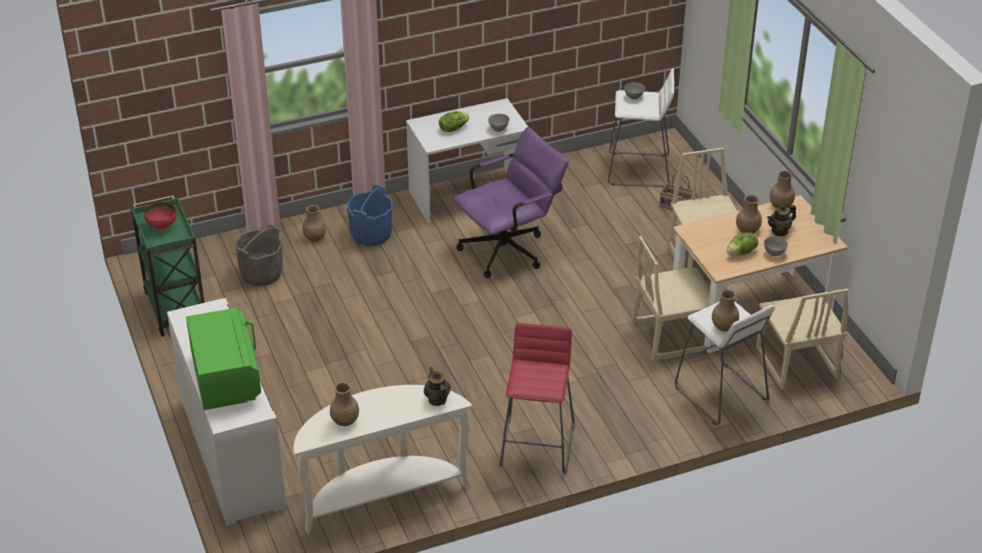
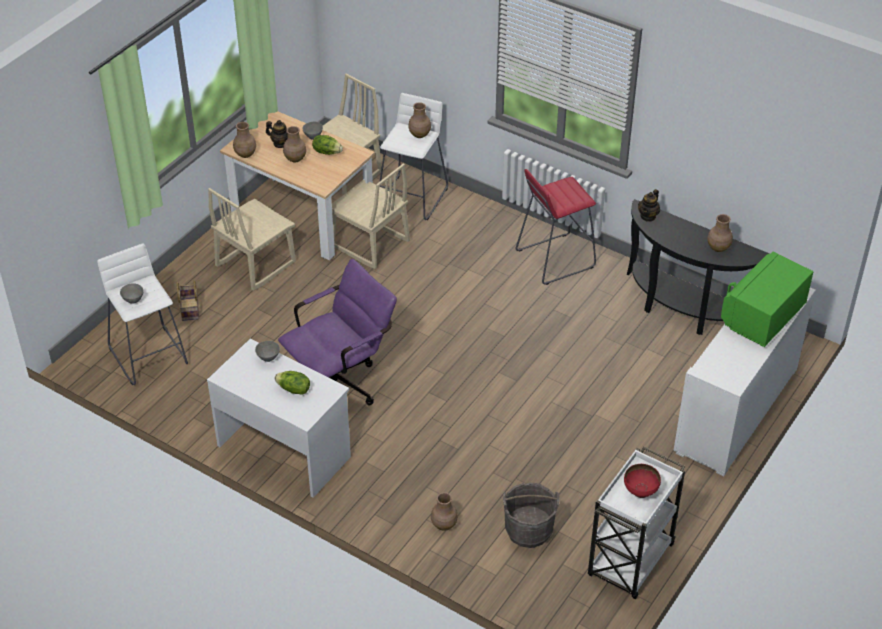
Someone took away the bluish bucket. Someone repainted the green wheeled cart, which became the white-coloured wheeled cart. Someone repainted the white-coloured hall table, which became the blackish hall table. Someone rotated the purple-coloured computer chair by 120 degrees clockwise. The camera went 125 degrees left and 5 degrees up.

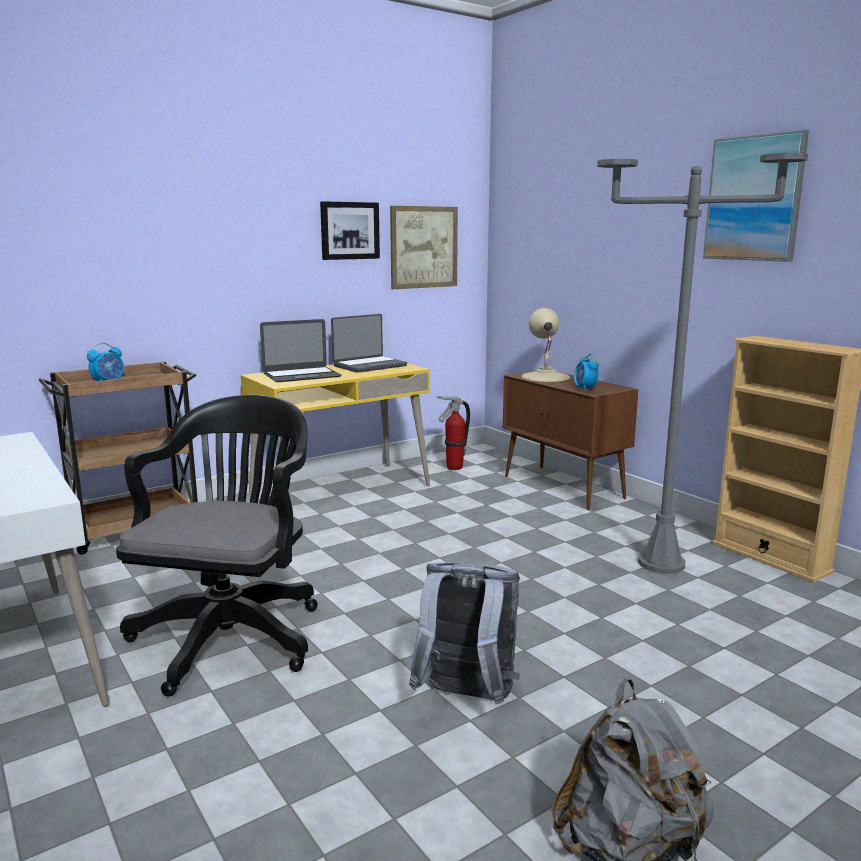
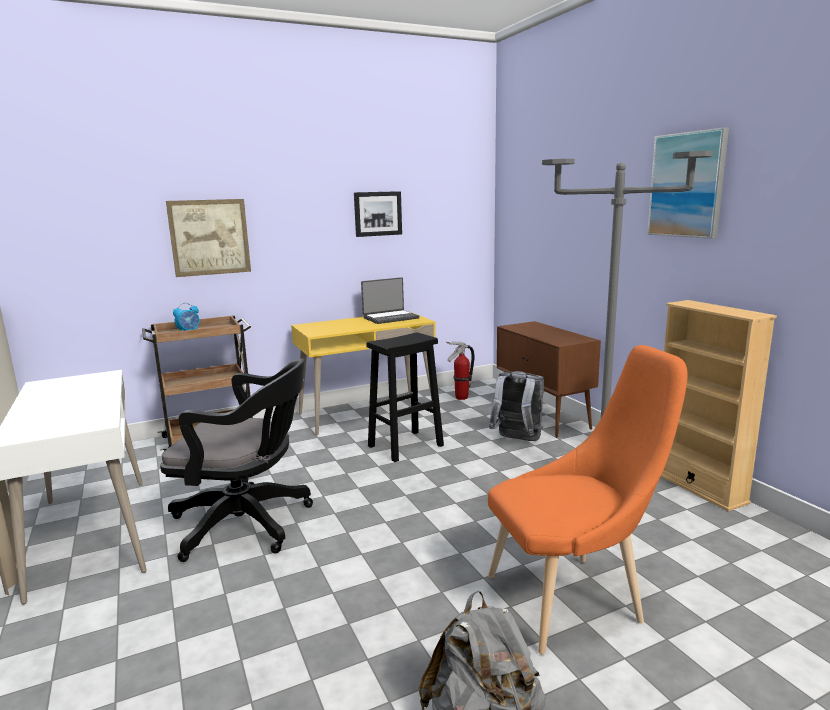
Someone took away the portable computer (no. 1 from left). Someone took away the sand-coloured lamp for a table. Someone took away the table clock (no. 2 from left). Someone put down the blackish sitting stool. Someone put down the orangey chair. Someone carried the wall picture (no. 2 from left in the first image). Someone carried the gray backpack (no. 1 from left in the first image). Someone rotated the blackish computer chair by 75 degrees clockwise. The camera went 10 degrees right and 0 degrees up.

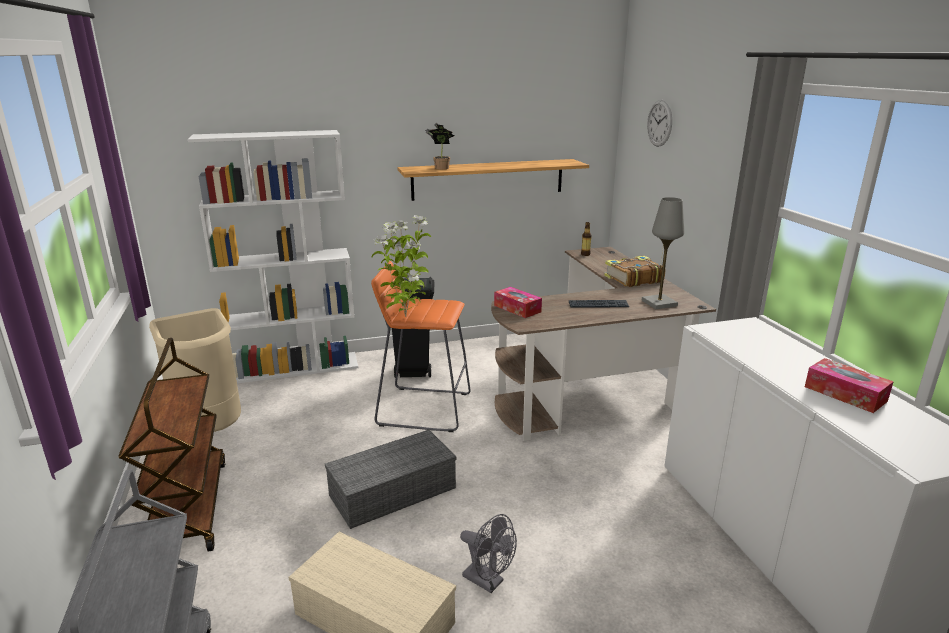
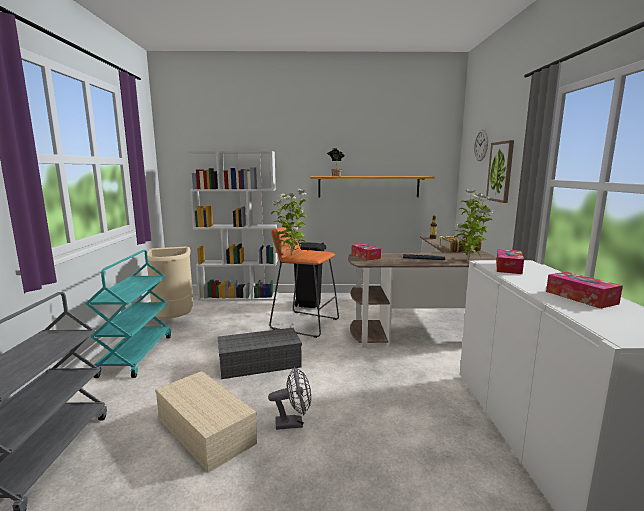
Someone put up the wall picture. Someone put down the tissue holder (no. 2 from left). Someone swapped the gray lamp for a table for the houseplant (no. 3 from left). Someone repainted the brownish wheeled cart, which became the turquoise wheeled cart. Someone rotated the gray cooling fan by 60 degrees counterclockwise. The camera went 15 degrees right and 10 degrees down.

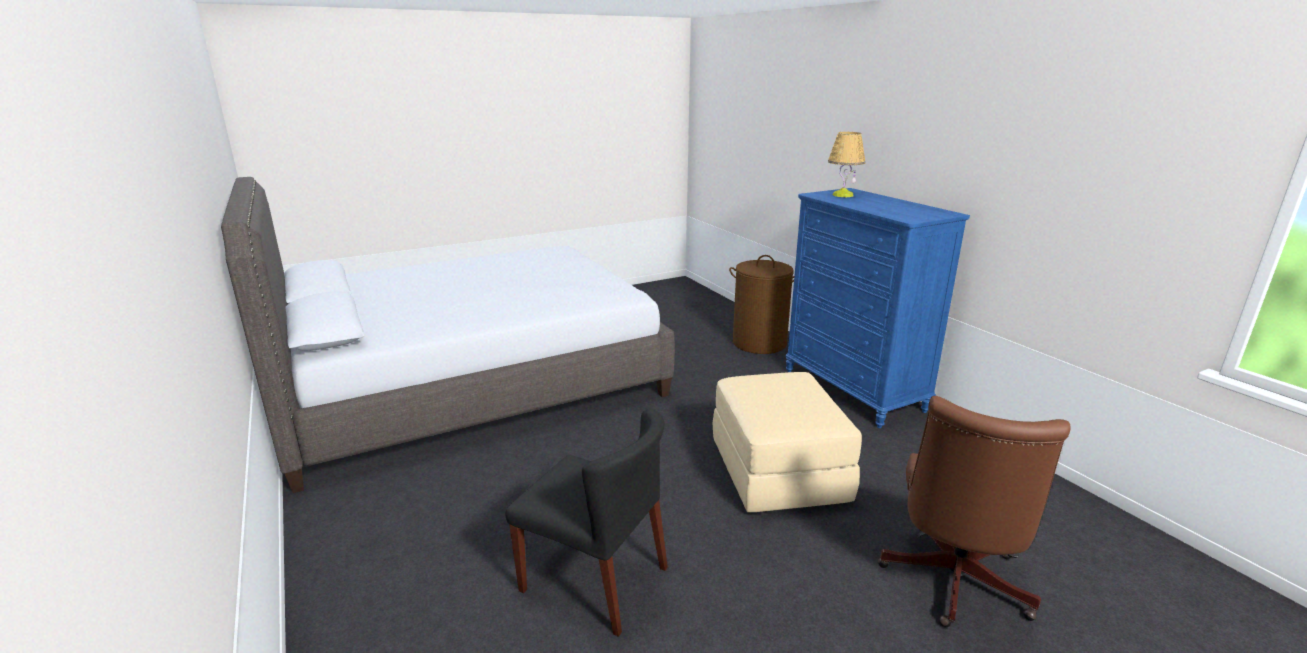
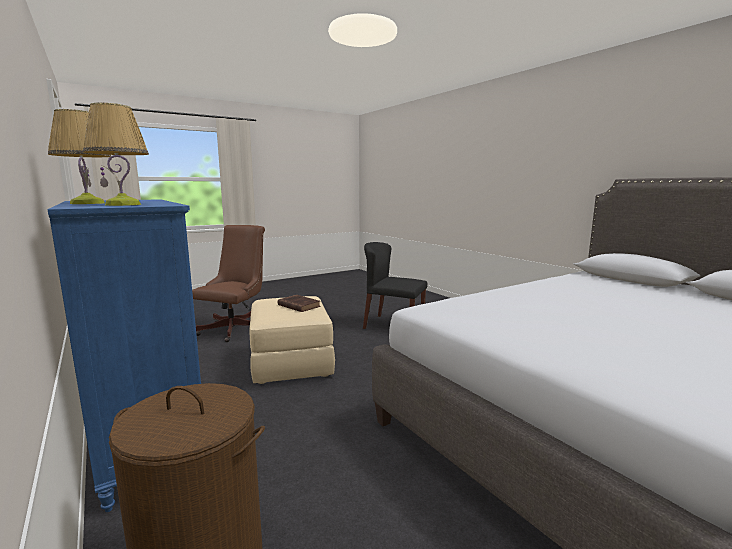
Someone put down the lamp for a table (no. 1 from left). Someone put down the brownish book. The camera went 175 degrees right and 10 degrees down.

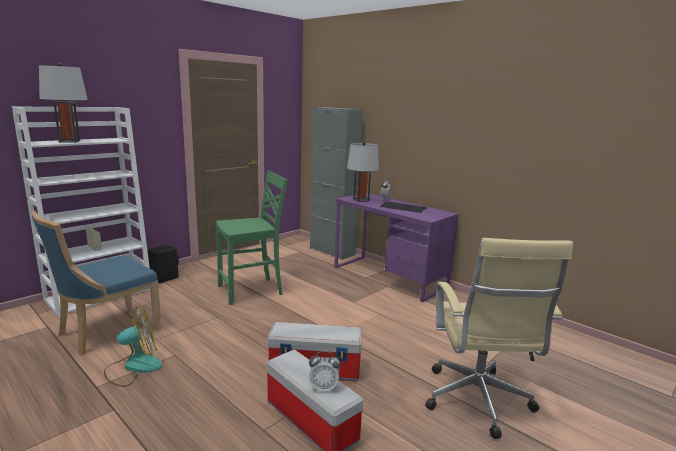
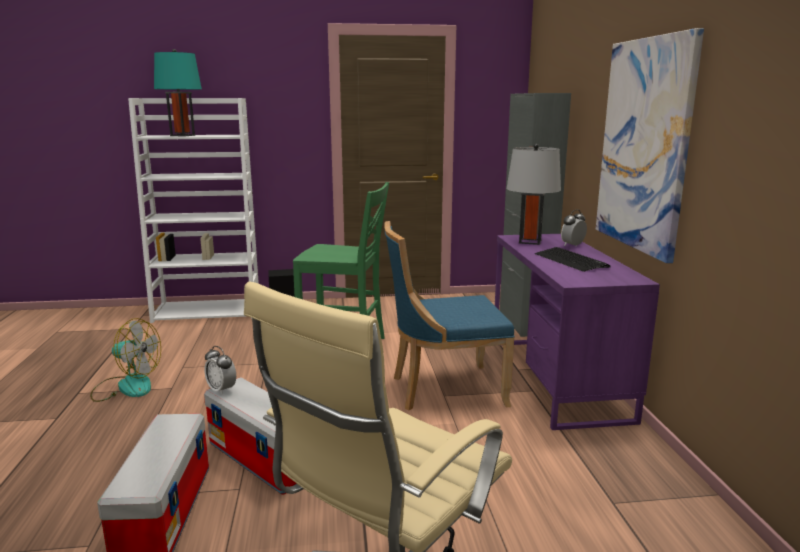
Someone put up the wall picture. Someone carried the bluish chair. Someone carried the table clock (no. 1 from left). Someone repainted the gray lamp for a table (no. 1 from left), which became the turquoise lamp for a table. The camera went 40 degrees right and 0 degrees up.

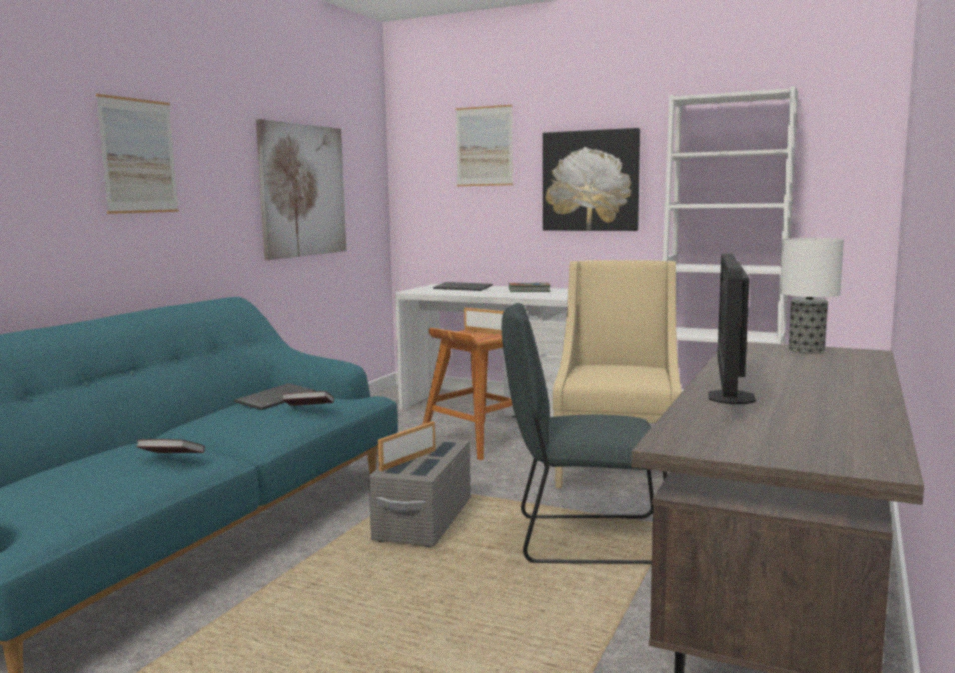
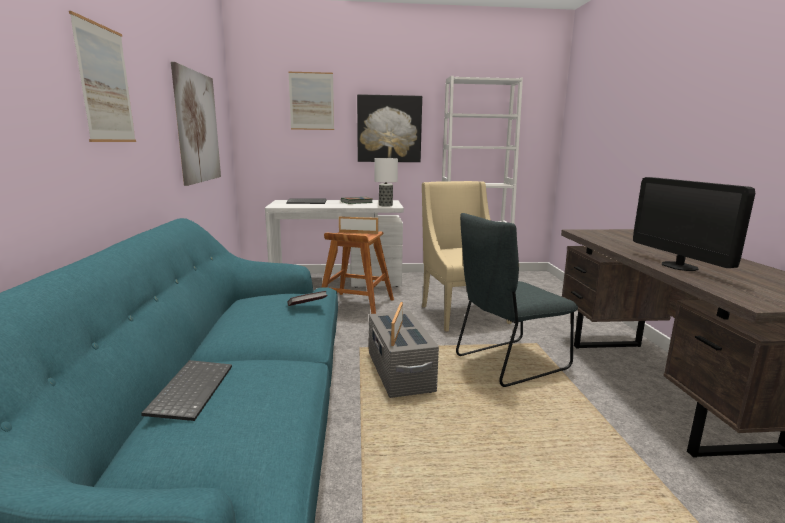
Someone took away the book (no. 1 from left). Someone carried the PC keyboard (no. 1 from left). Someone carried the lamp for a table. The camera went 30 degrees left and 5 degrees up.

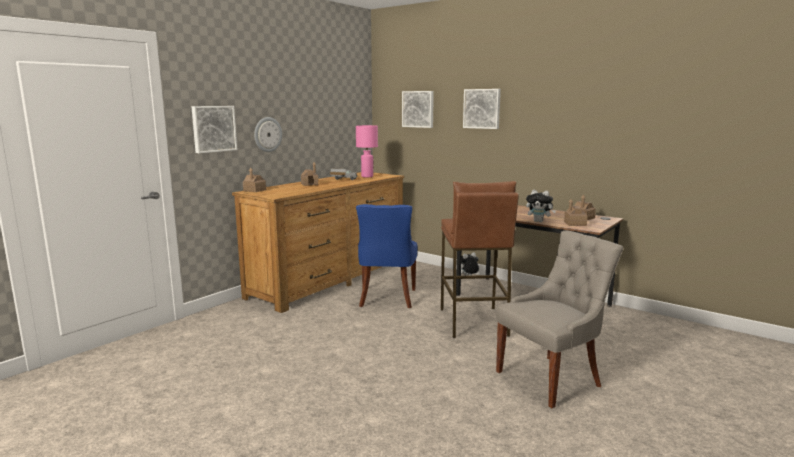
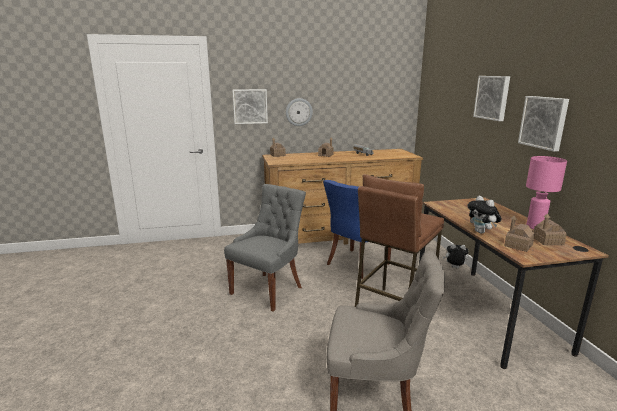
Someone put down the gray chair (no. 1 from left). Someone carried the pink lamp for a table. Someone carried the wall picture (no. 2 from left in the first image). The camera went 40 degrees right and 5 degrees up.

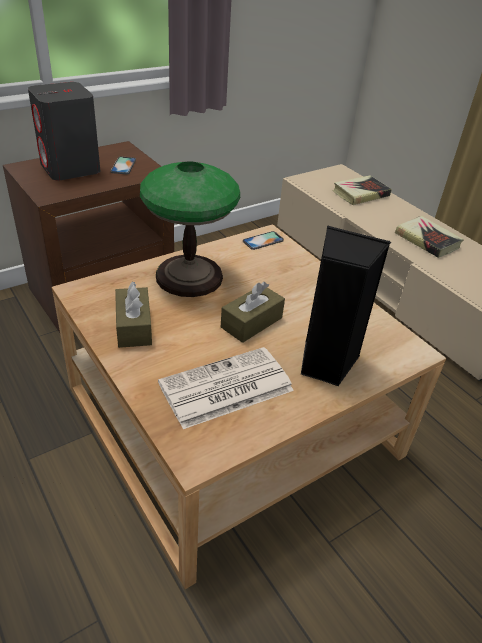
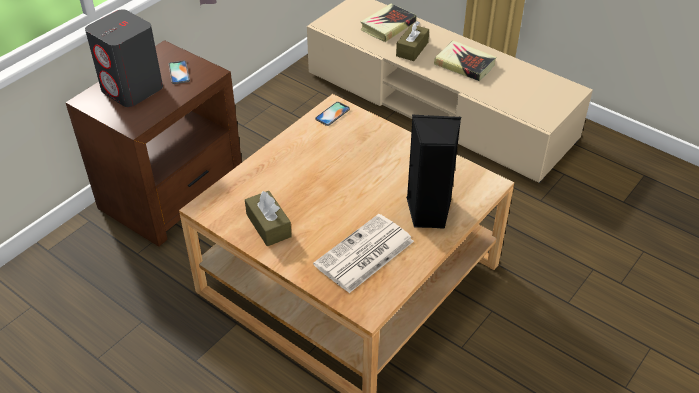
Someone took away the lamp for a table. Someone carried the brownish tissue holder (no. 2 from left). The camera went 15 degrees left and 5 degrees up.

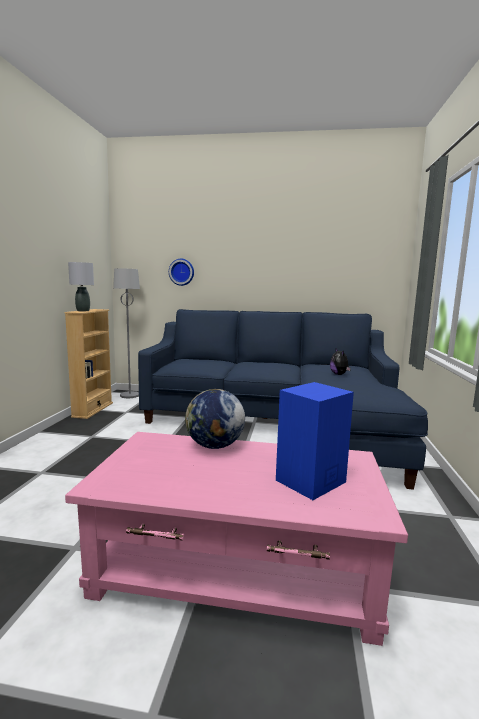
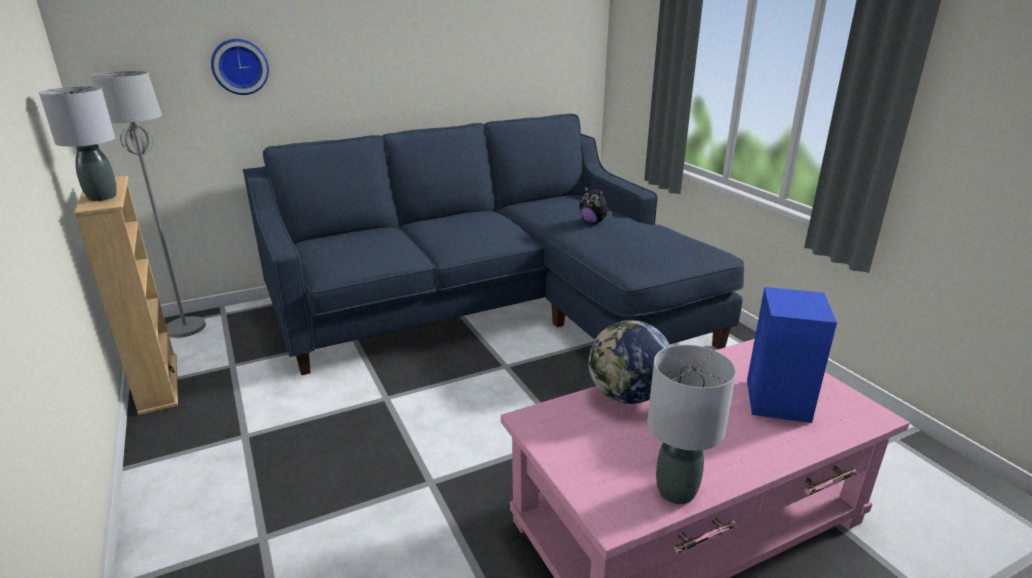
Someone put down the gray lamp for a table (no. 2 from left). The camera went 35 degrees left and 15 degrees up.

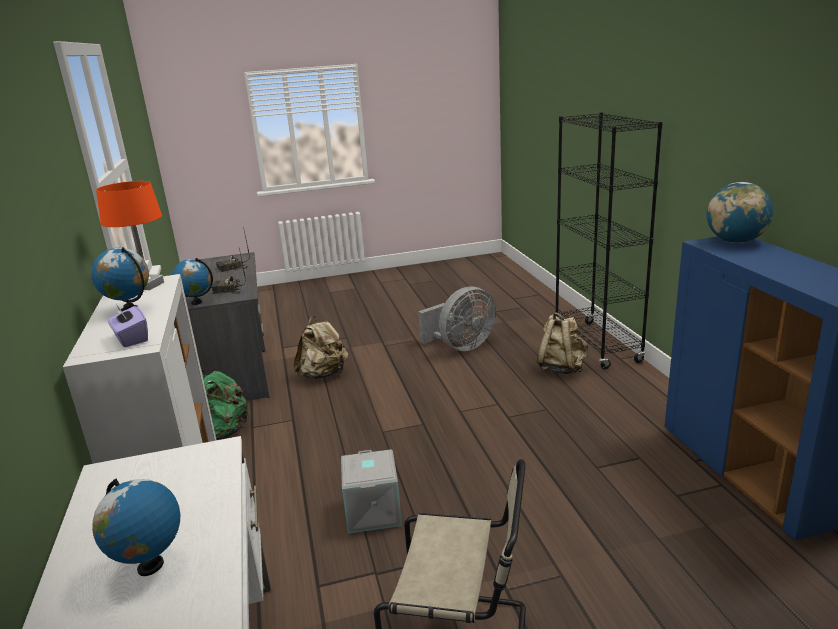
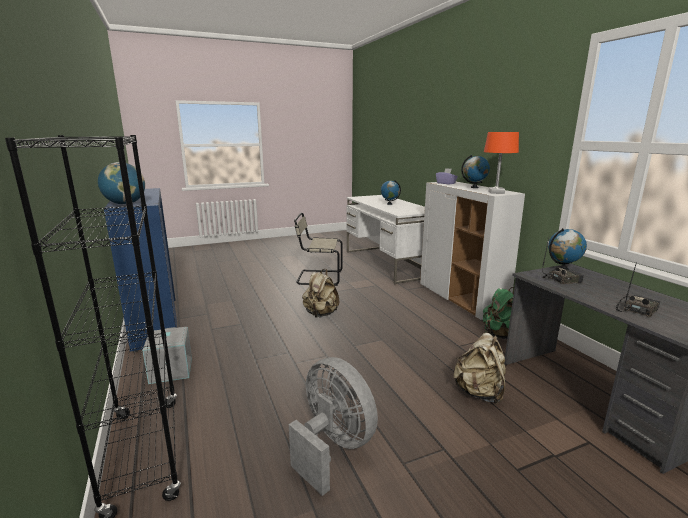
Someone carried the gray storage bin. Someone carried the sand-coloured backpack (no. 2 from left in the first image). Someone rotated the gray cooling fan by 90 degrees clockwise. The camera went 170 degrees right and 5 degrees down.

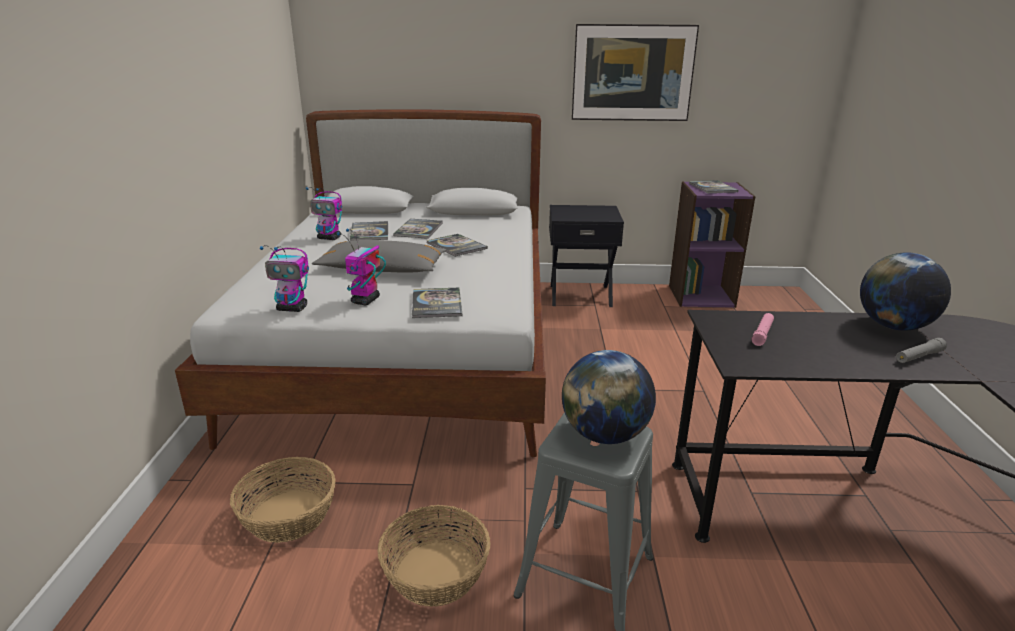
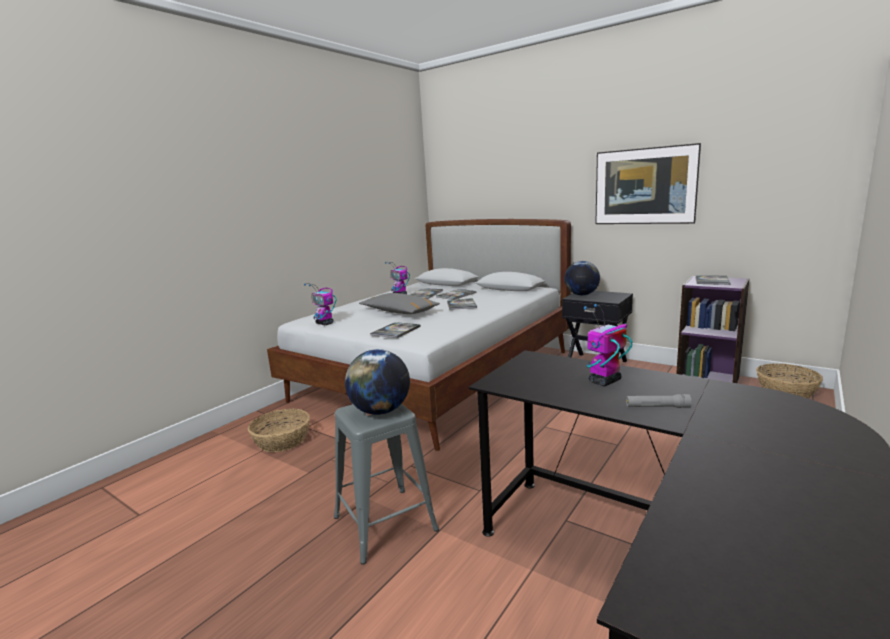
Someone took away the pink flashlight. Someone carried the robot figure (no. 3 from left). Someone carried the storage basket (no. 2 from left). Someone carried the world globe (no. 2 from left). The camera went 35 degrees right and 10 degrees down.

